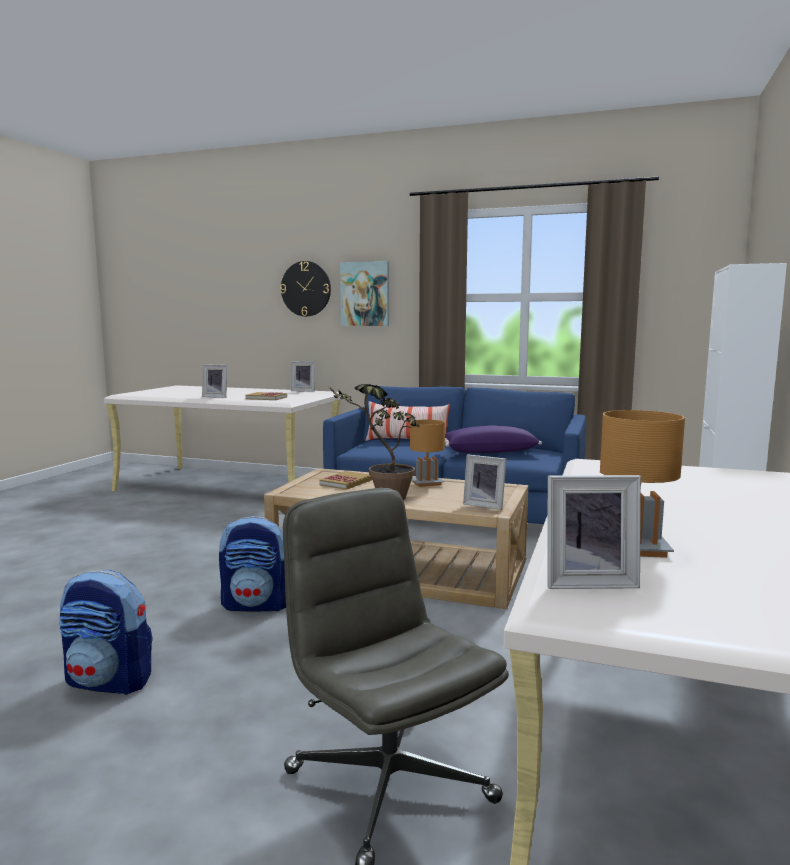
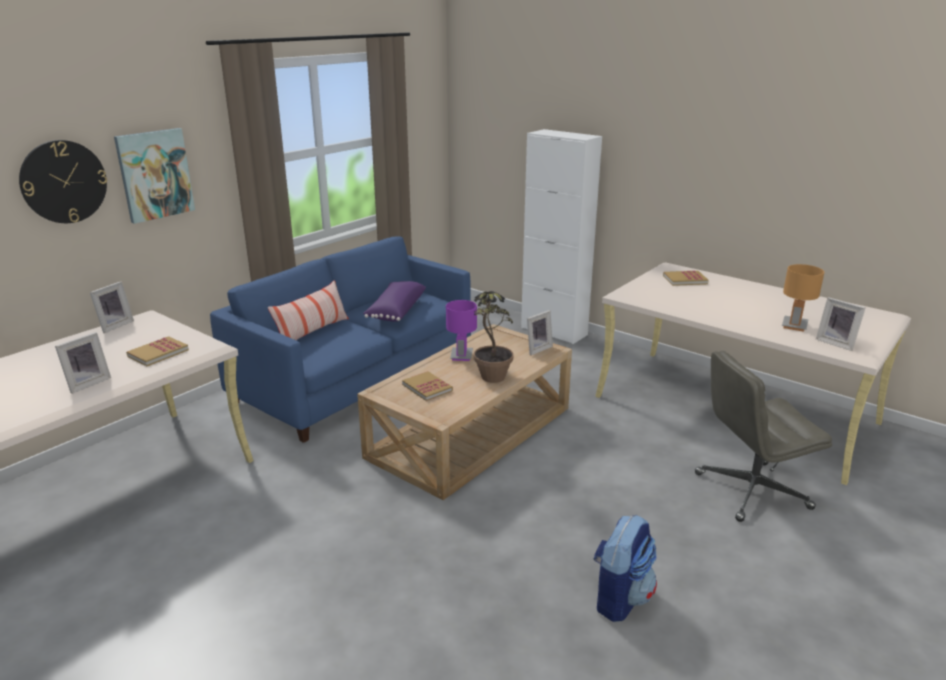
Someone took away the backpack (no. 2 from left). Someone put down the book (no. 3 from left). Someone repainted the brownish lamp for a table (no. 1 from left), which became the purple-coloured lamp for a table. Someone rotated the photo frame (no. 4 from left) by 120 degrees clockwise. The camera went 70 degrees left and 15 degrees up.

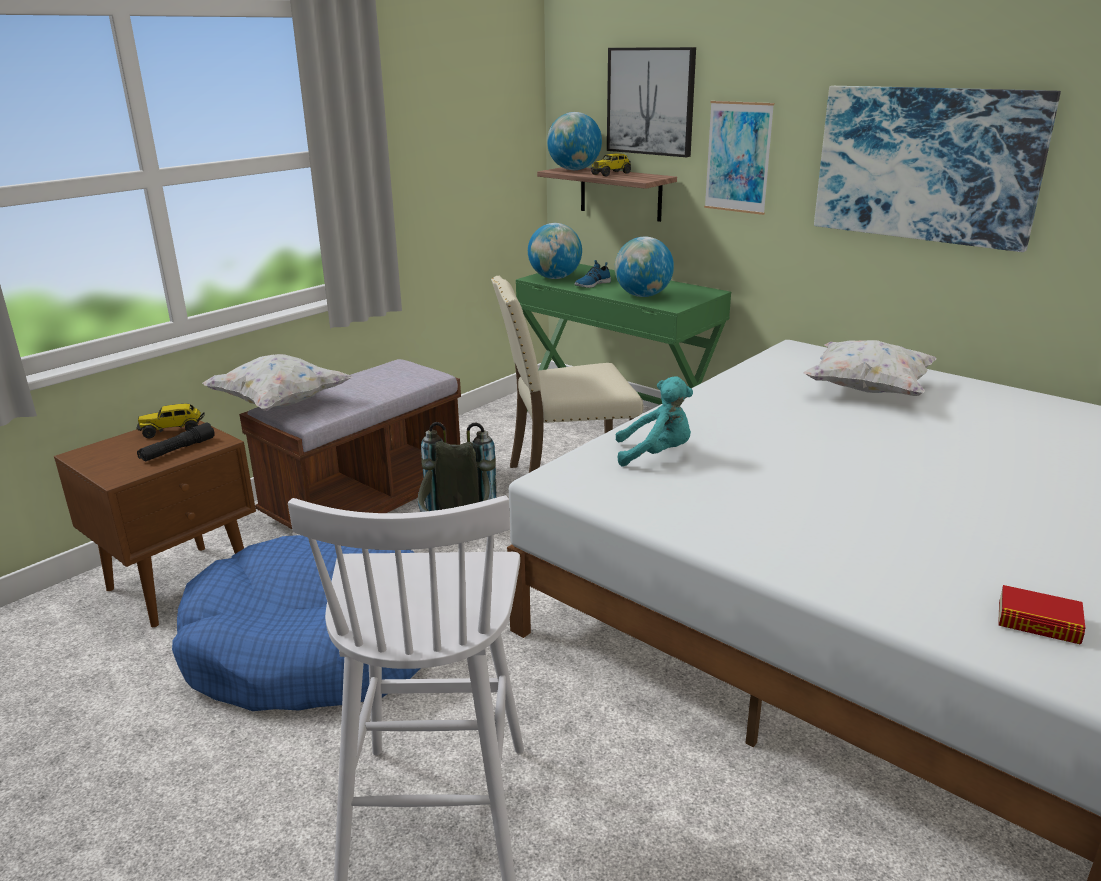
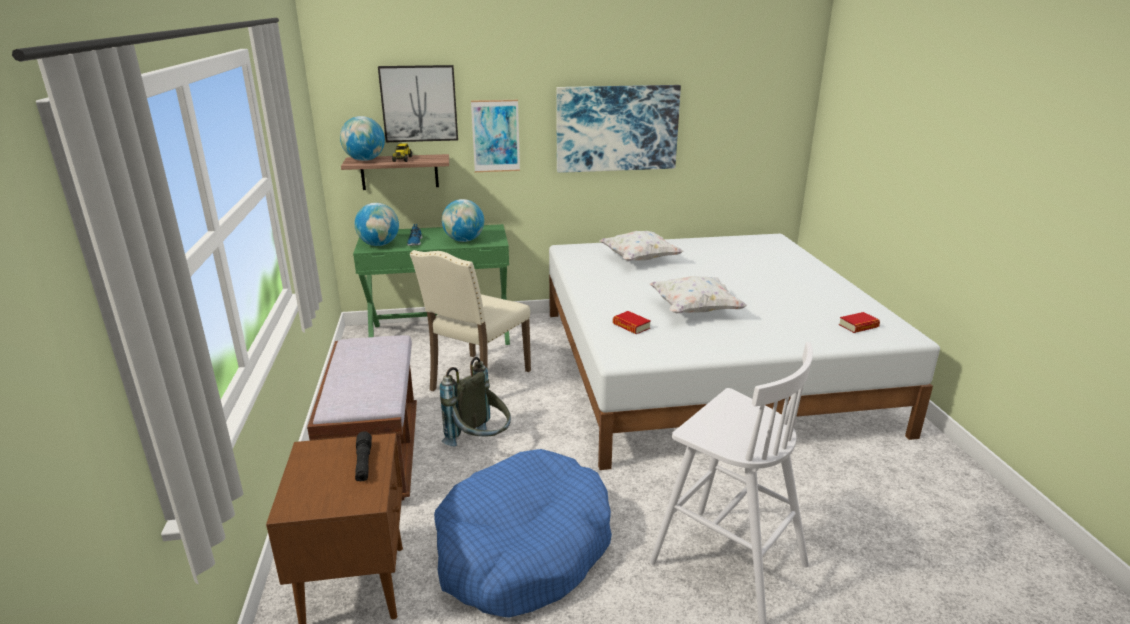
Someone took away the toy lorry (no. 1 from left). Someone carried the white-coloured pillow (no. 1 from left in the first image). Someone swapped the turquoise cuddly toy for the book (no. 1 from left). The camera went 50 degrees left and 0 degrees up.

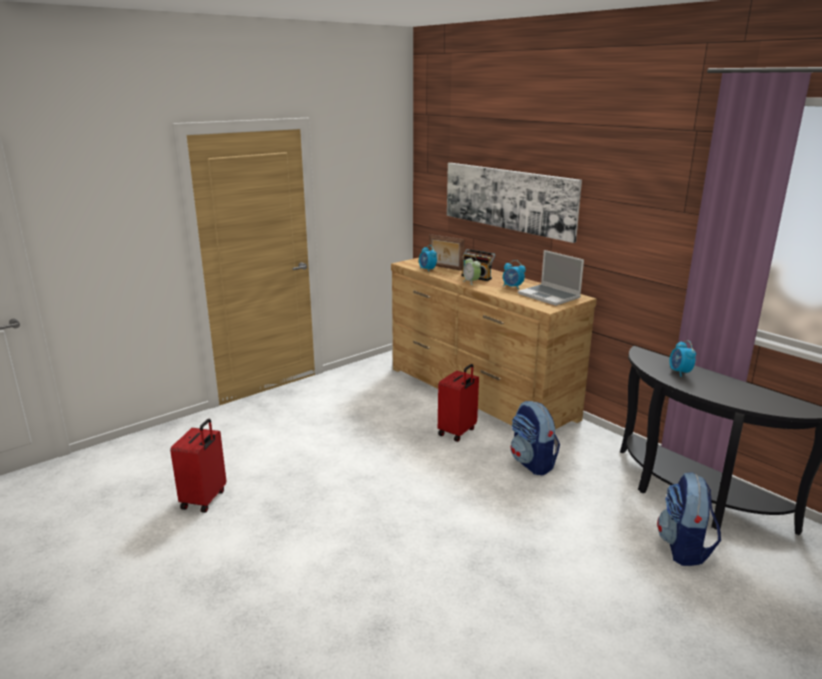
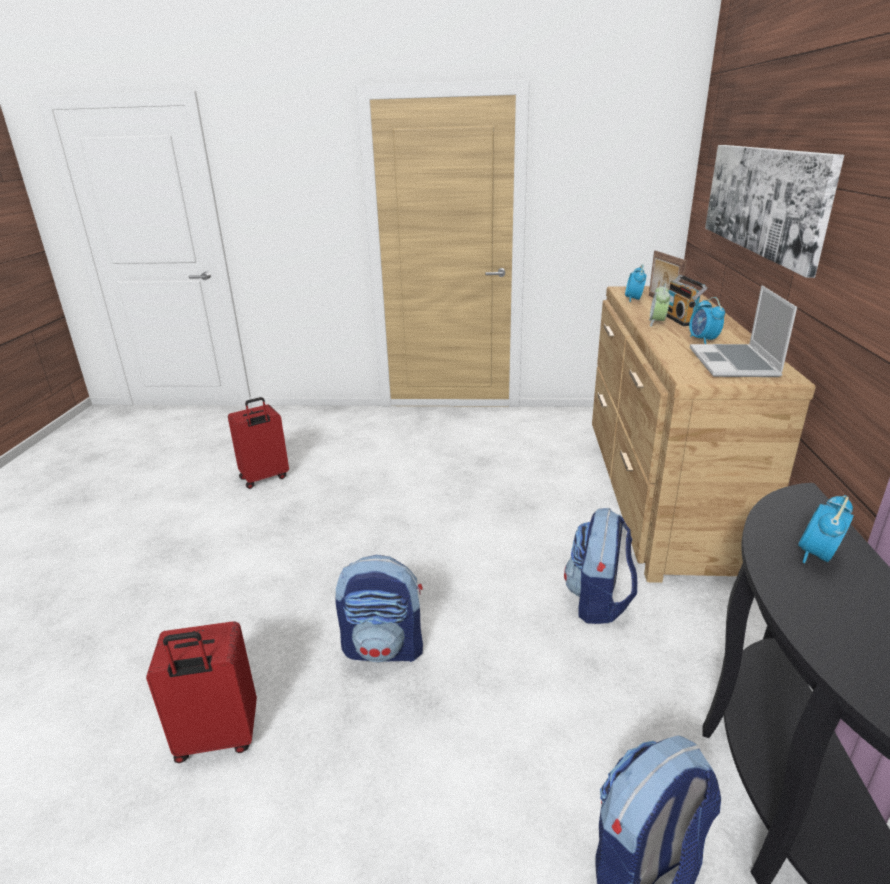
Someone put down the backpack (no. 1 from left). Someone carried the red suitcase (no. 2 from left in the first image). The camera went 45 degrees right and 5 degrees up.

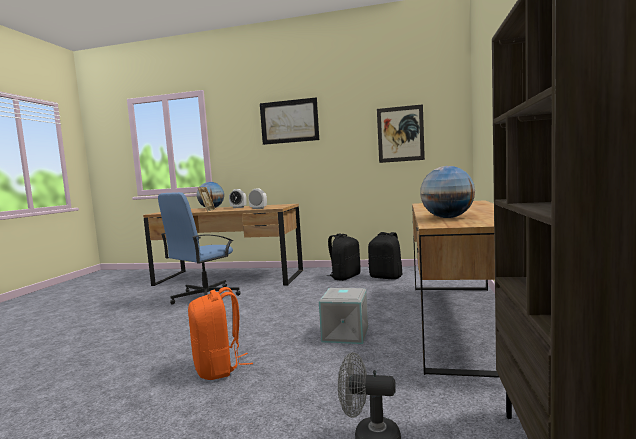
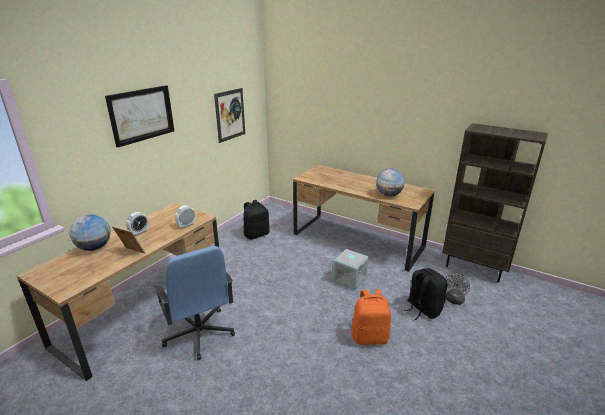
Someone carried the blackish backpack (no. 1 from left in the first image). The camera went 70 degrees left and 20 degrees up.

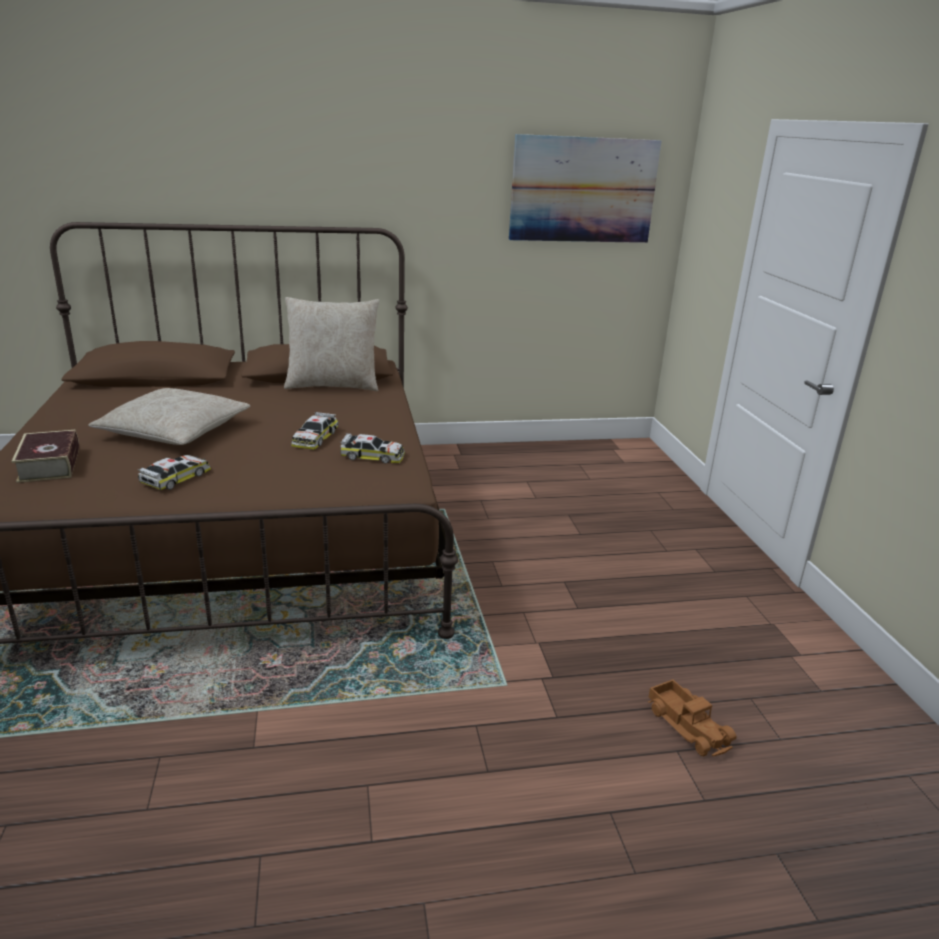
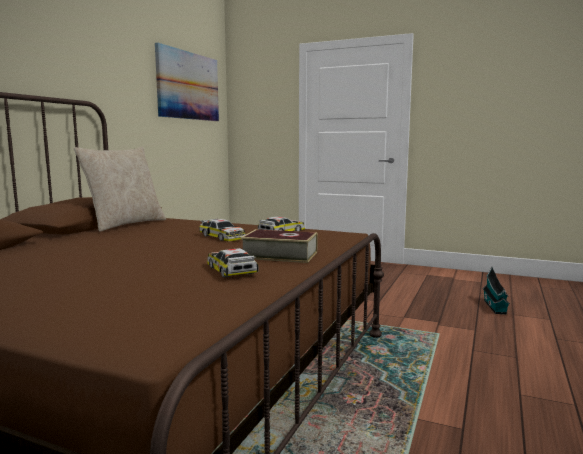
Someone took away the sand-coloured pillow (no. 1 from left). Someone carried the book. Someone swapped the toy lorry for the miniature house. The camera went 55 degrees left and 15 degrees down.

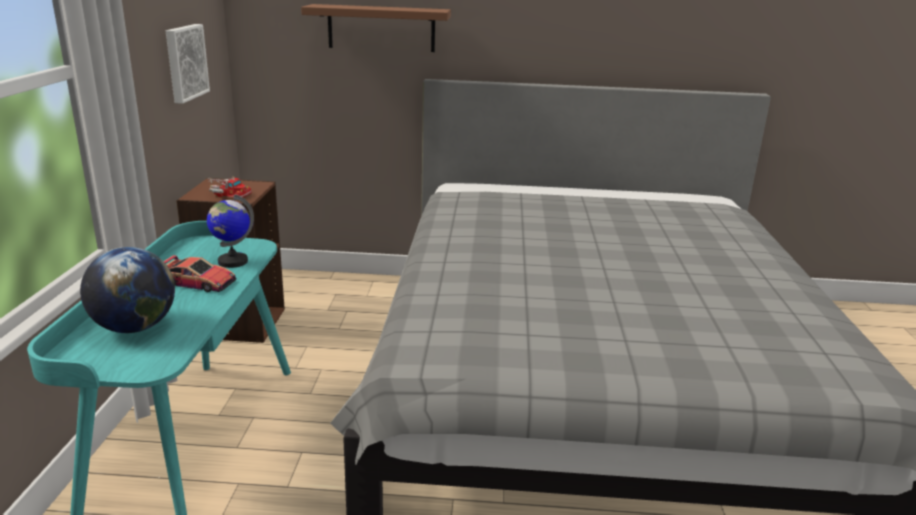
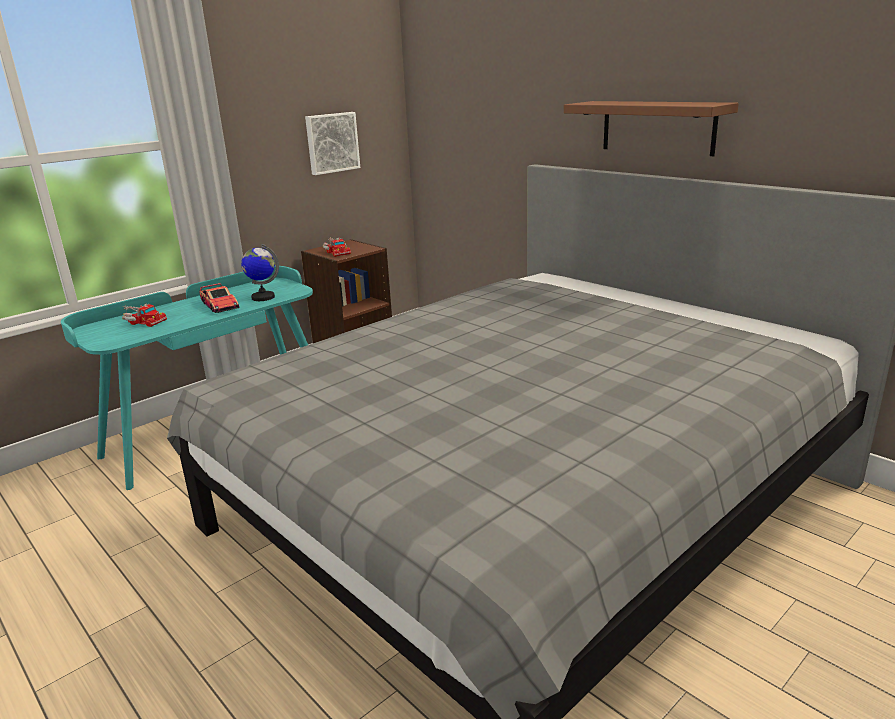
Someone carried the brownish bracket shelf. Someone swapped the world globe (no. 1 from left) for the toy lorry (no. 1 from left). The camera went 45 degrees right and 0 degrees up.

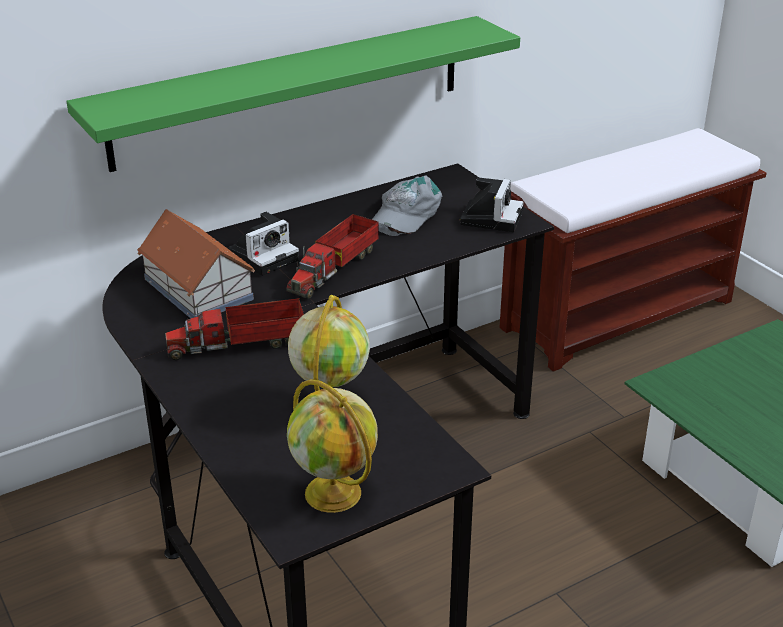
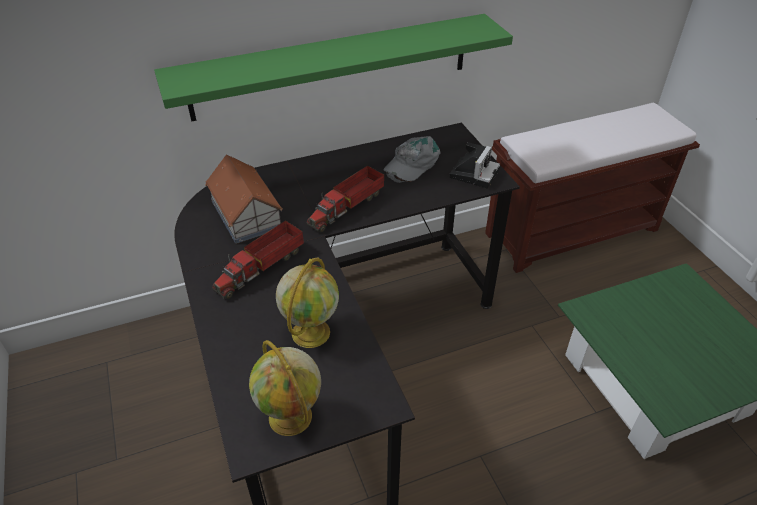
Someone took away the still camera (no. 1 from left). Someone rotated the toy lorry (no. 1 from left) by 45 degrees counterclockwise. The camera went 10 degrees right and 10 degrees up.

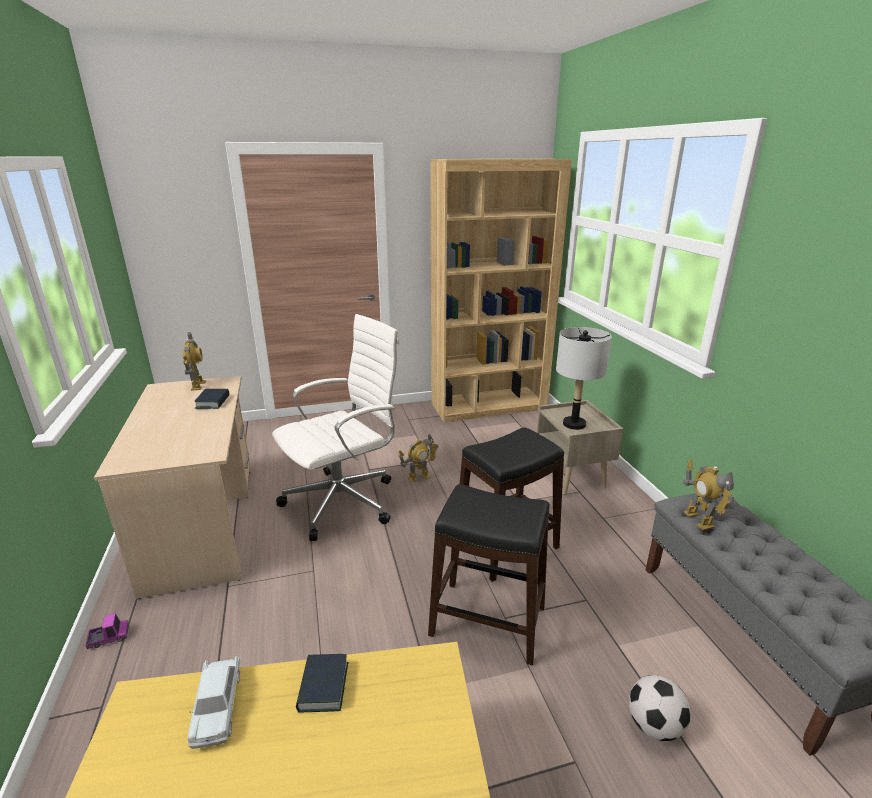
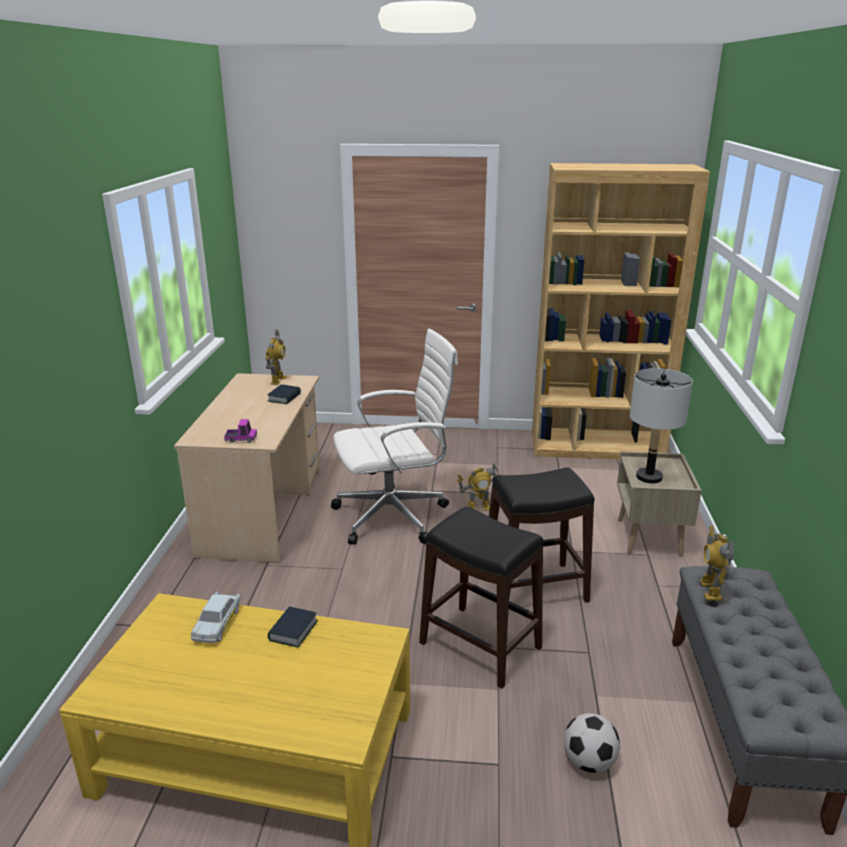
Someone carried the toy lorry. The camera went 20 degrees right and 0 degrees up.

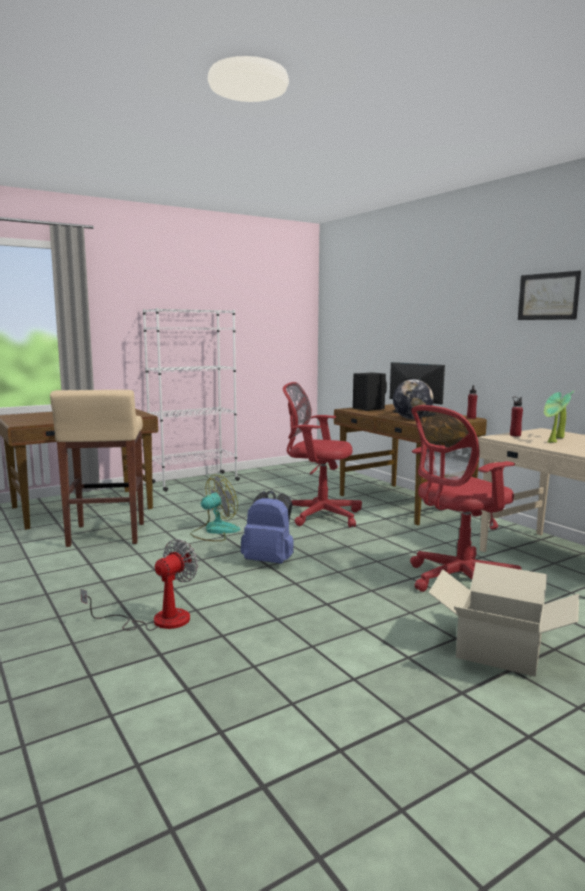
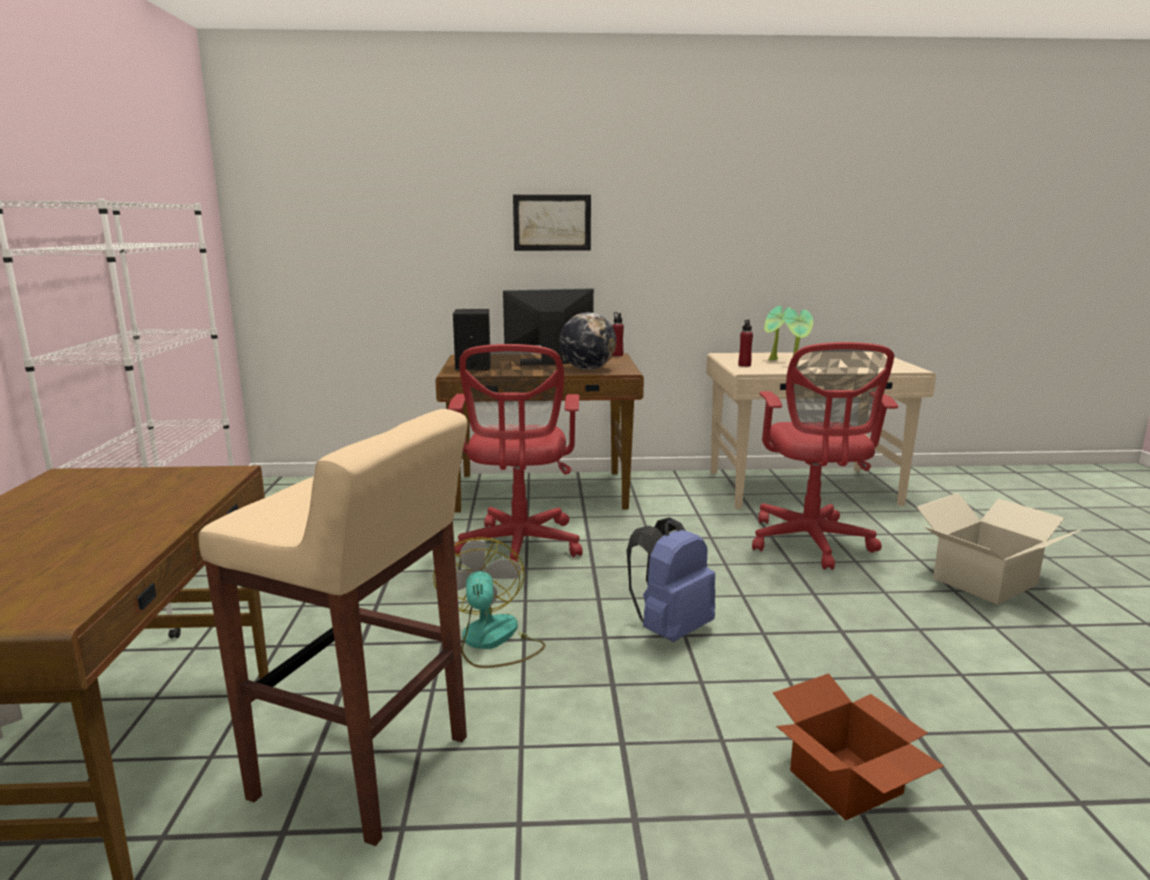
Someone carried the wall picture. Someone swapped the cooling fan (no. 1 from left) for the cardboard box (no. 1 from left). Someone rotated the red computer chair (no. 1 from left) by 45 degrees counterclockwise. The camera went 60 degrees left and 5 degrees up.

